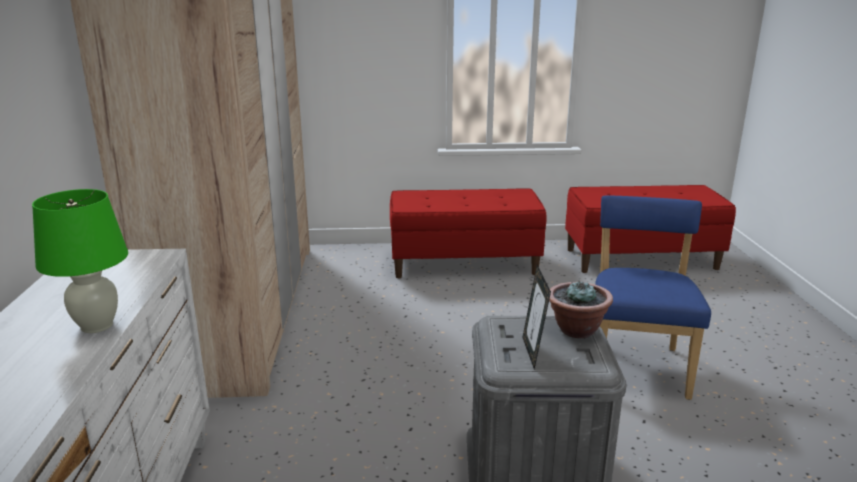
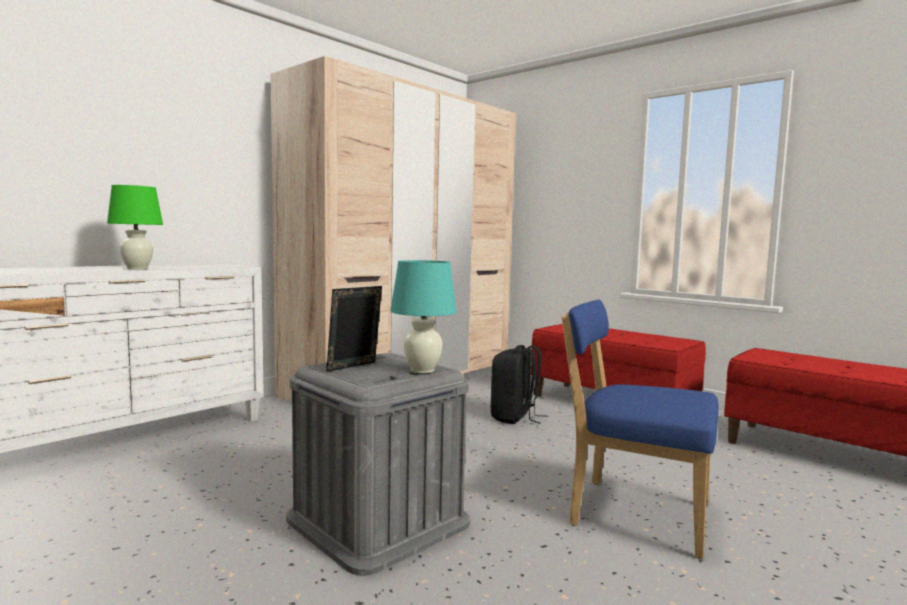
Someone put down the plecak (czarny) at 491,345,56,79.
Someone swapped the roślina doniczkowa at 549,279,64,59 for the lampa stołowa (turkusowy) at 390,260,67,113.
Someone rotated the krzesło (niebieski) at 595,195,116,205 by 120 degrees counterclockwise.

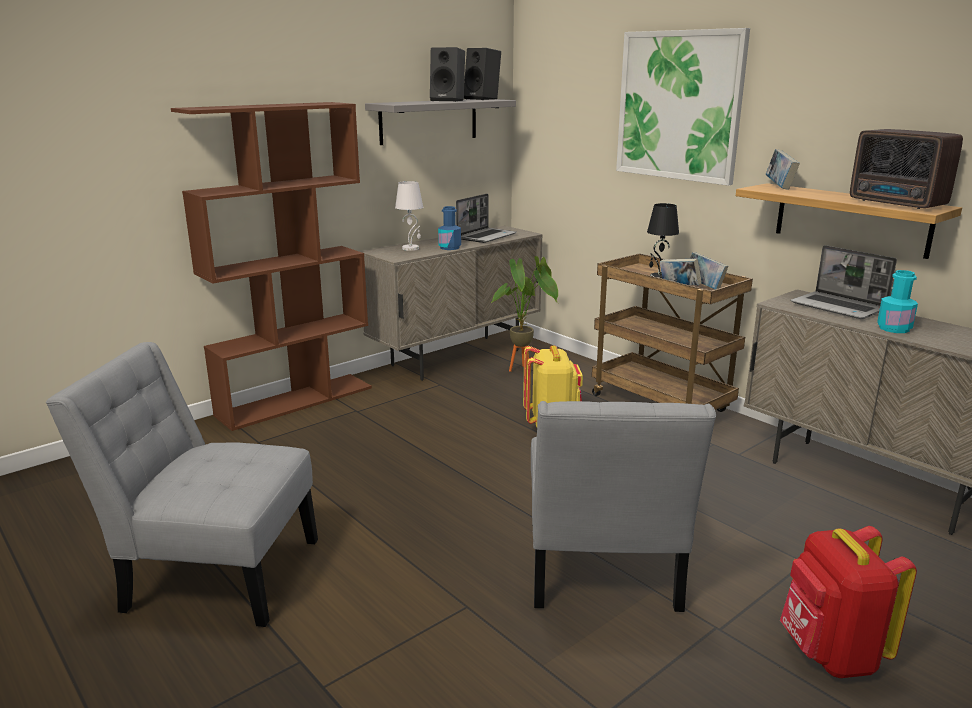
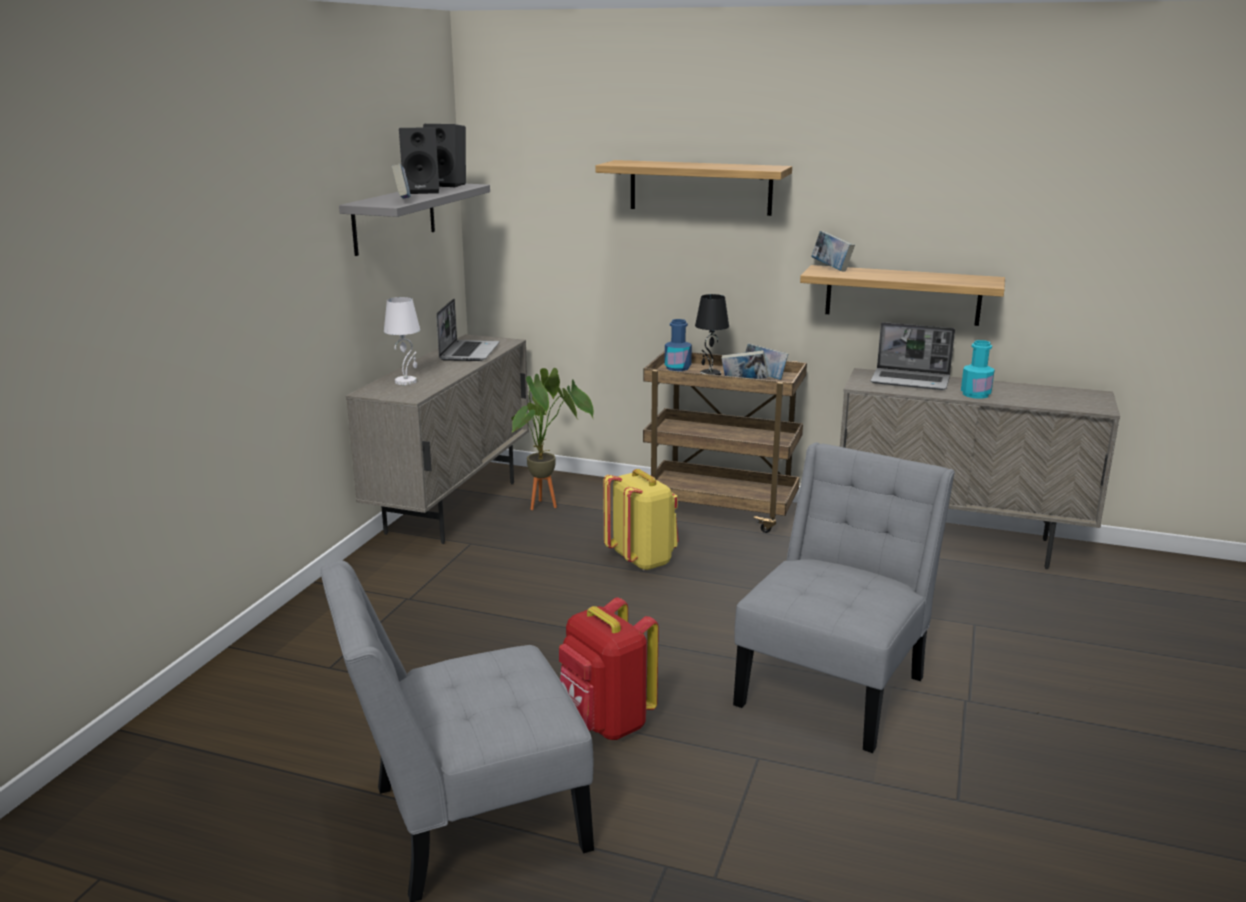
Someone took away the regał (brązowy) at 171,102,201,329.
Someone took away the radio at 850,129,113,80.
Someone put down the książka at 392,164,19,35.
Someone carried the butelka (niebieski) from 438,206,23,44 to 664,319,28,52.
Someone carried the plecak (czerwony) from 780,526,137,152 to 559,597,100,143.
Someone swapped the obraz at 616,28,134,158 for the półka at 595,160,197,56.
Someone rotated the krzesło (szary) at 531,401,185,211 by 120 degrees counterclockwise.

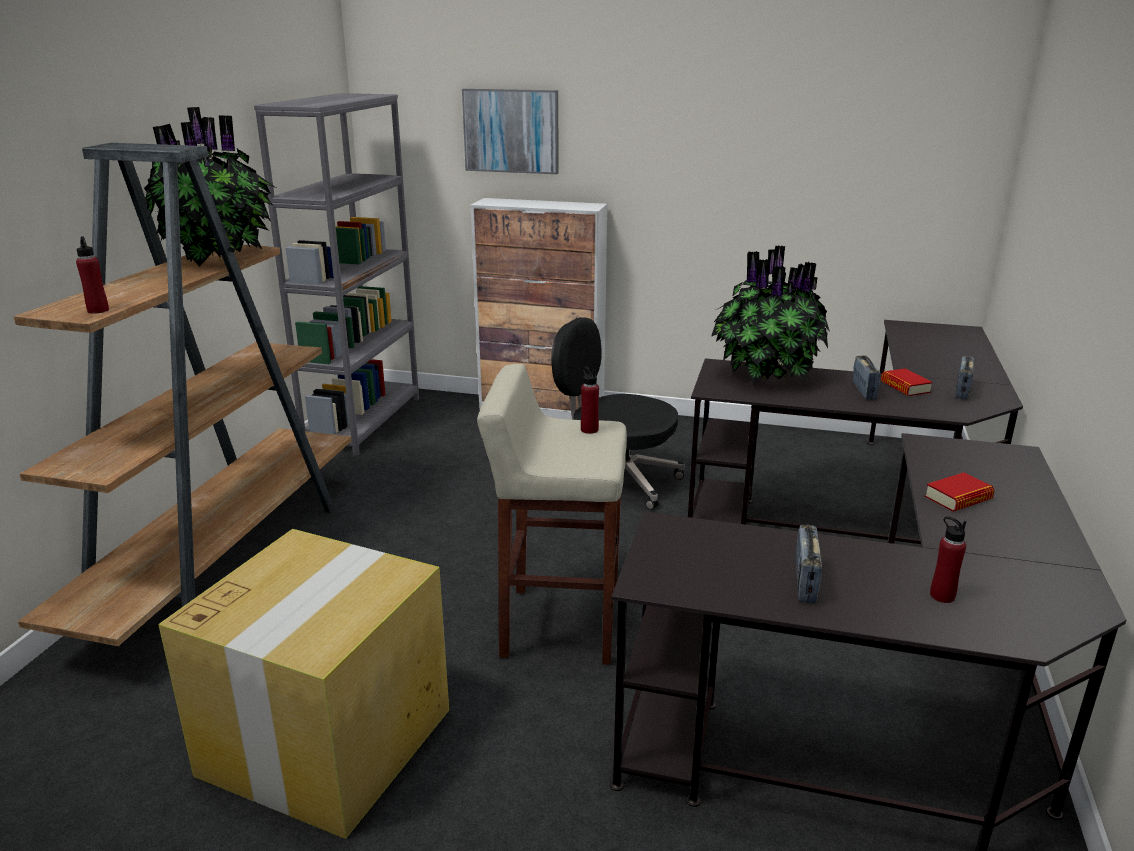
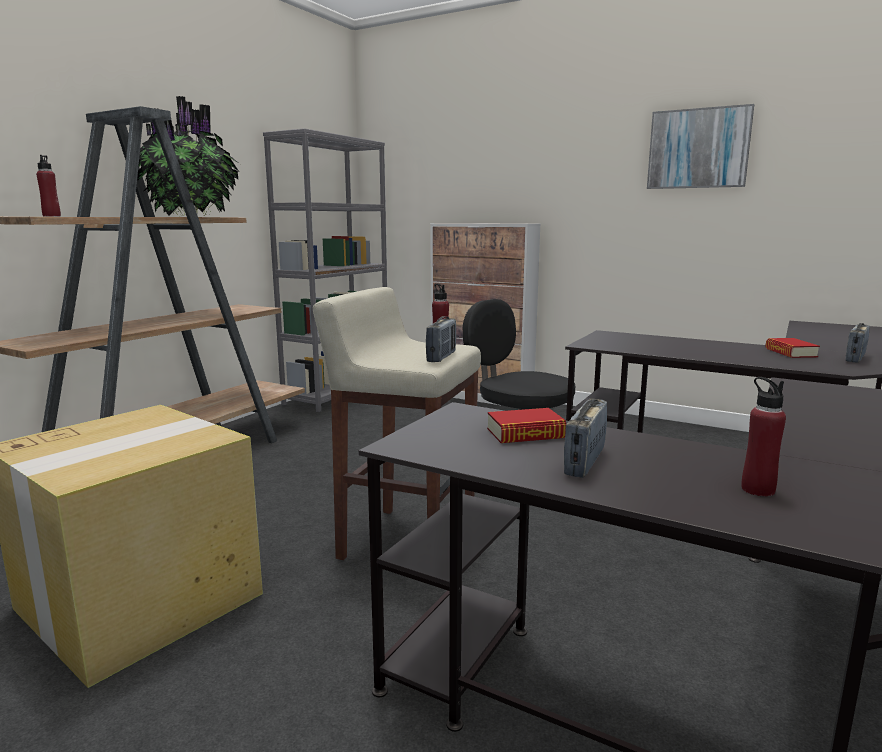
Someone took away the roślina doniczkowa at 711,245,119,138.
Someone carried the obraz from 462,89,97,85 to 647,104,107,85.
Someone carried the radio from 853,355,28,45 to 426,316,30,46.
Someone carried the książka from 925,472,70,40 to 487,408,79,35.

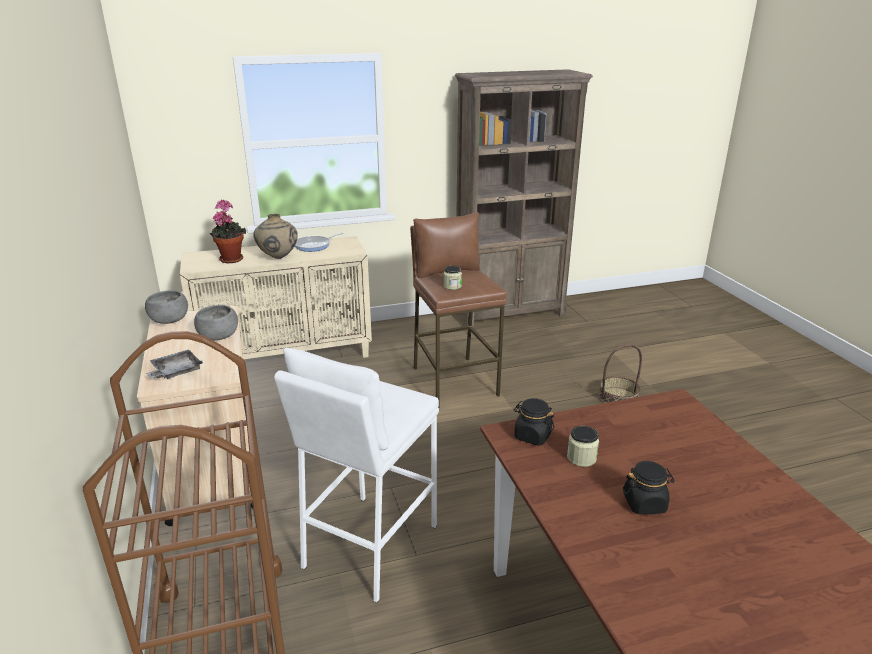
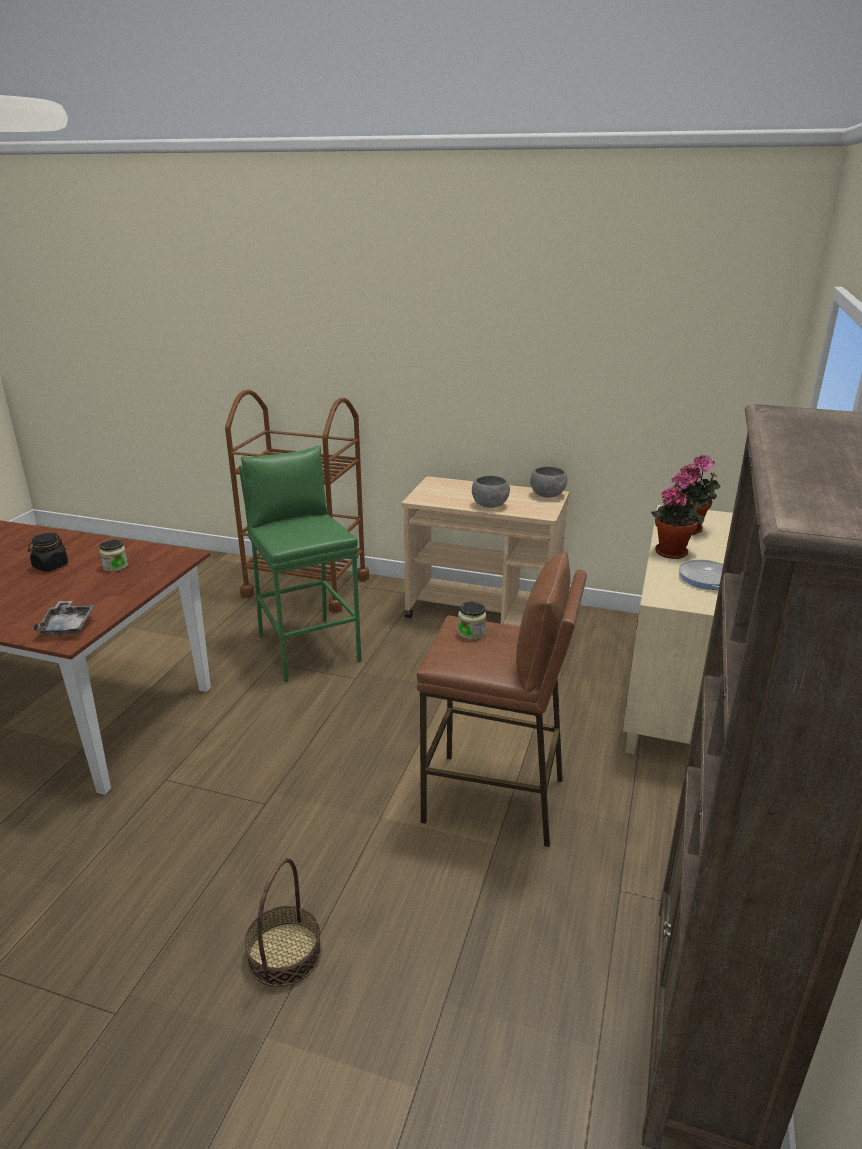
Someone took away the słoik (czarny) at 514,398,40,47.
Someone carried the taca (szary) from 146,350,57,29 to 33,601,61,36.
Someone swapped the wazon (beżowy) at 253,214,45,45 for the roślina doniczkowa at 651,471,53,88.
Someone repainted the stołek (biały) at 274,348,165,255, which became the stołek (zielony) at 239,445,123,237.

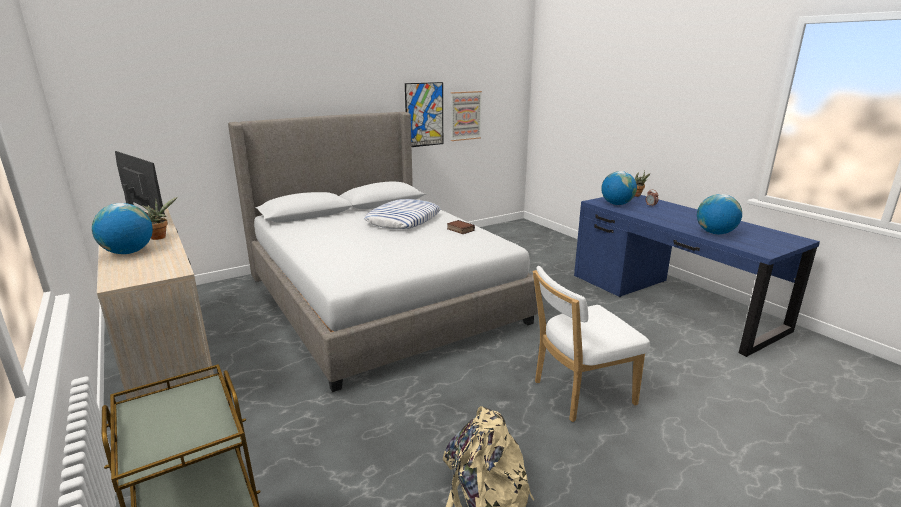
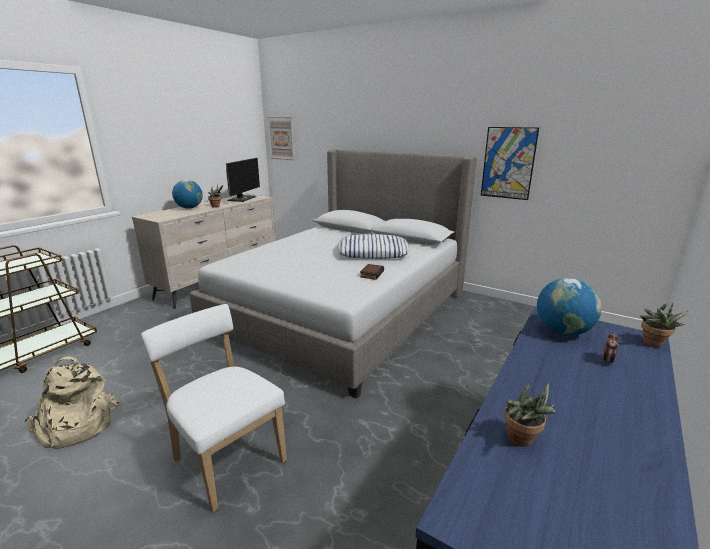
Someone carried the obraz from 451,91,31,50 to 268,117,27,43.
Someone swapped the globus at 697,194,45,41 for the roślina doniczkowa at 504,383,51,64.

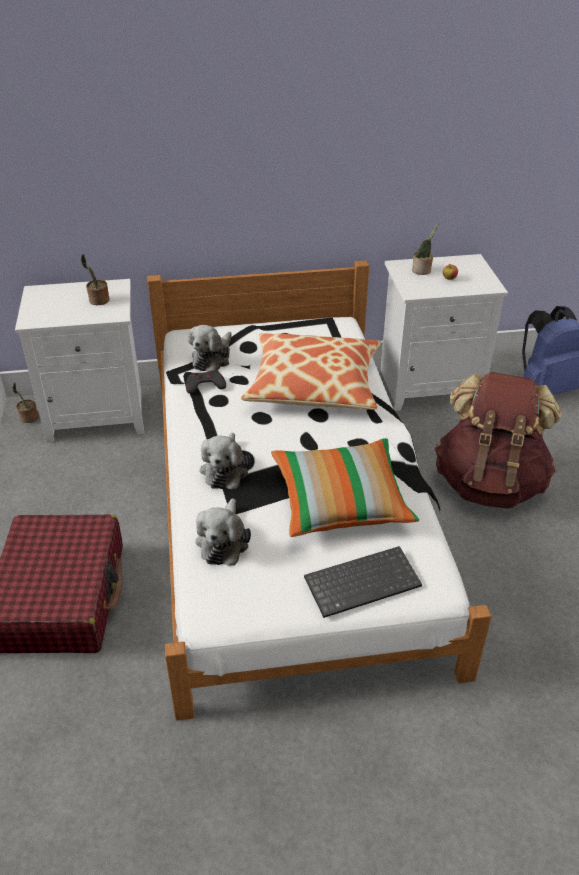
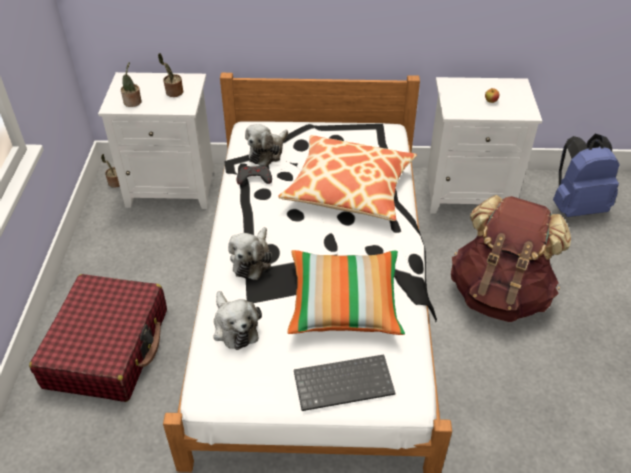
Someone carried the roślina doniczkowa from 412,224,26,51 to 121,62,21,45.
Someone rotated the pluszak at 195,498,56,68 by 45 degrees counterclockwise.

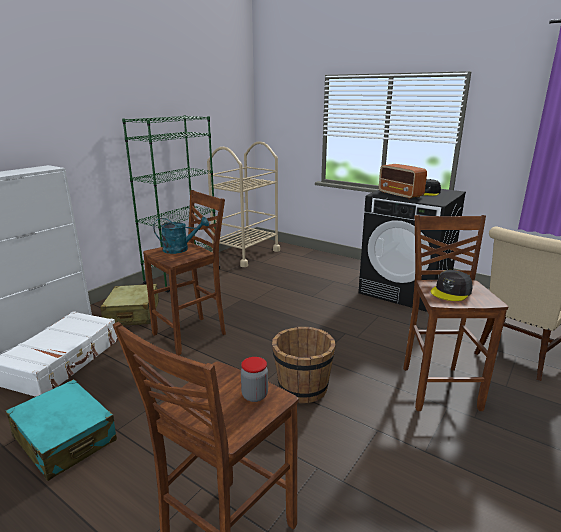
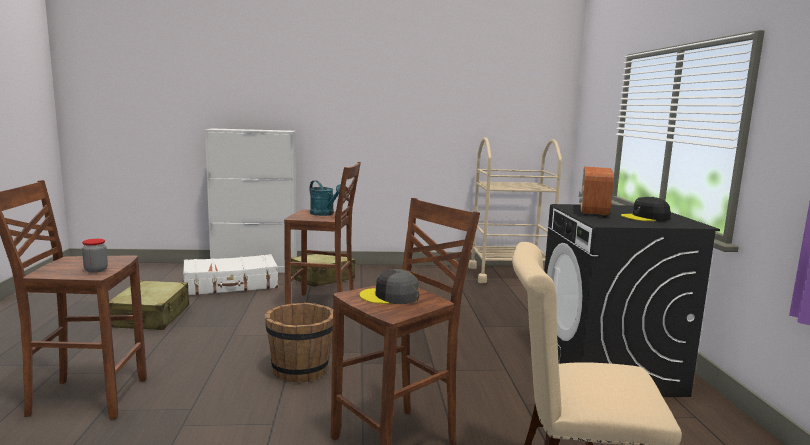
Someone took away the regał (zielony) at 122,115,98,177.
Someone repainted the walizka (turkusowy) at 6,379,111,102, which became the walizka (beżowy) at 109,280,80,50.

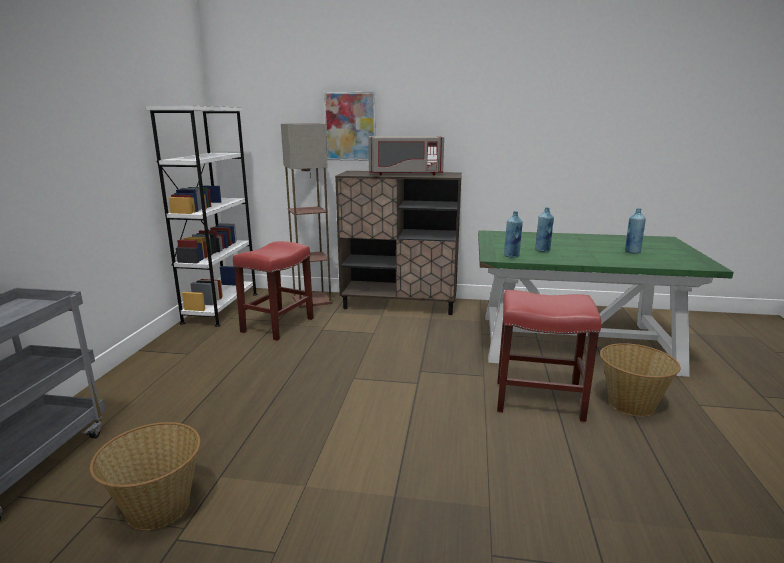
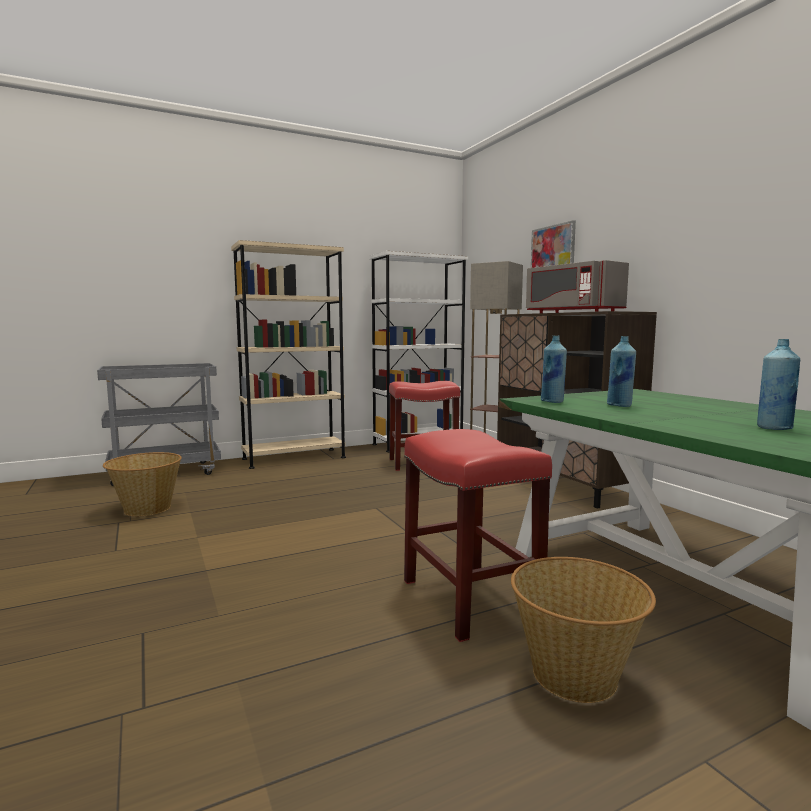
Someone put down the regał (beżowy) at 231,240,115,229.

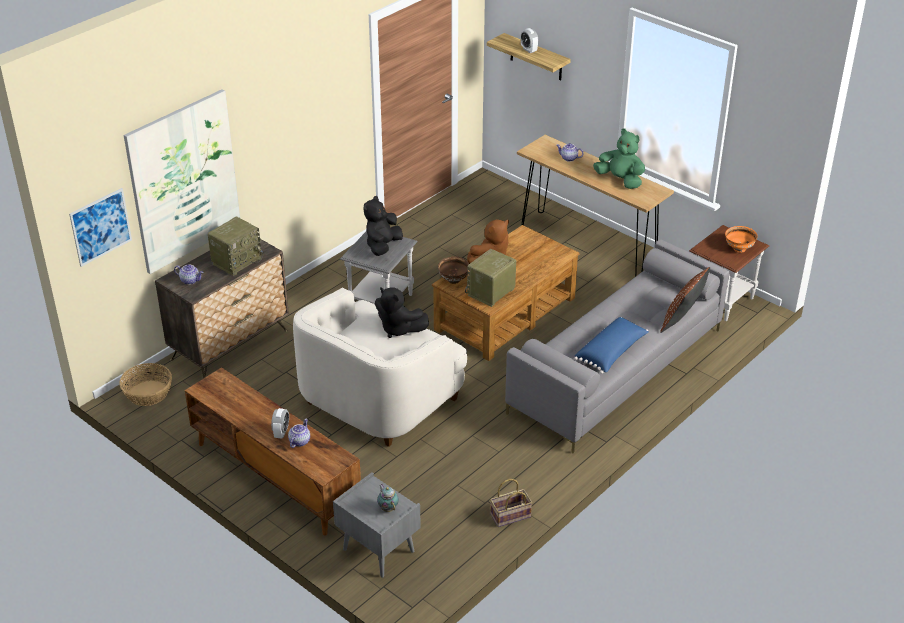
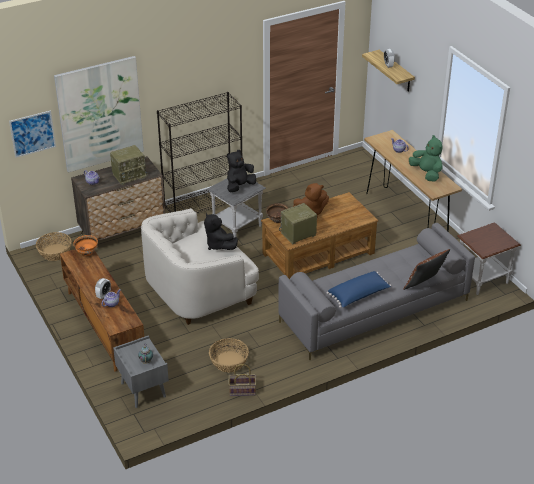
Someone put down the regał (czarny) at 157,92,85,121.
Someone put down the koszyk at 209,338,40,35.
Someone carried the miska (pomarańczowy) from 725,226,33,27 to 73,235,25,21.

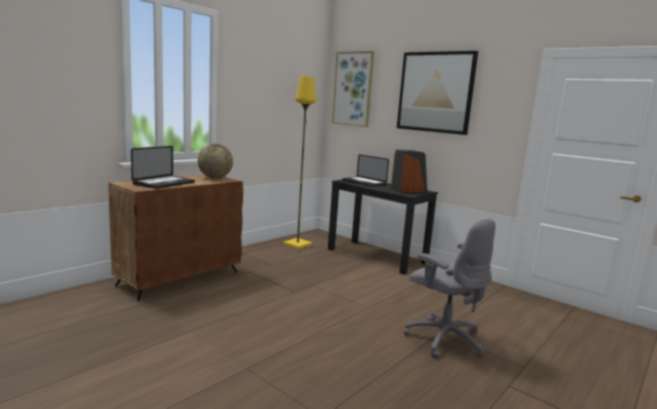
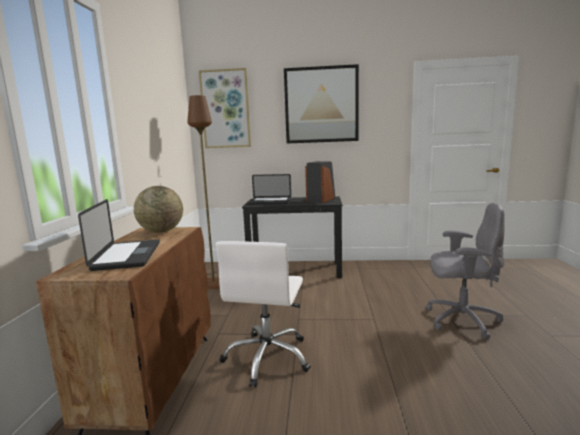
Someone put down the krzesło biurowe (biały) at 216,241,95,146.
Someone repainted the lampa stojąca (żółty) at 283,76,33,173, which became the lampa stojąca (brązowy) at 187,95,33,194.

